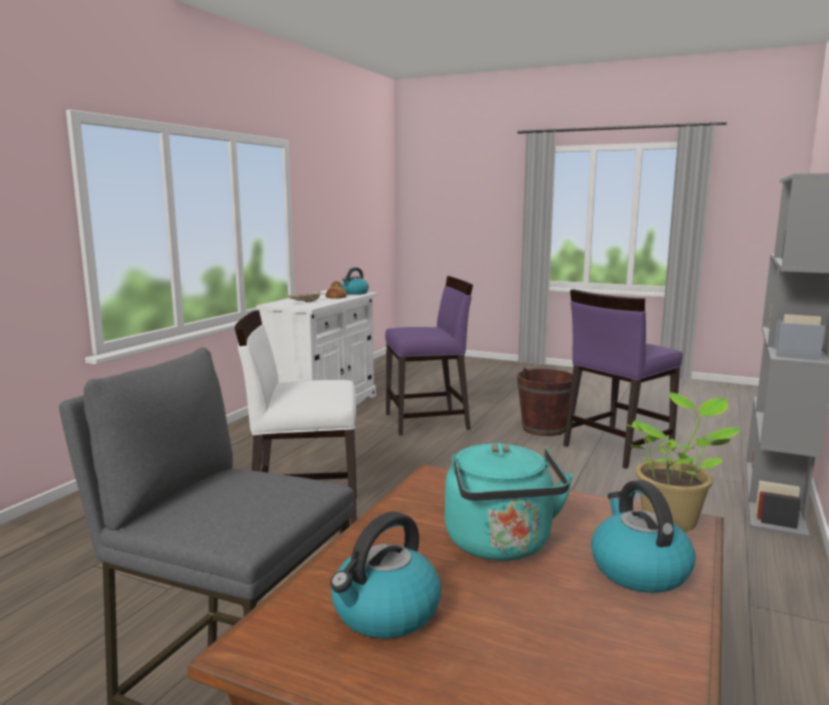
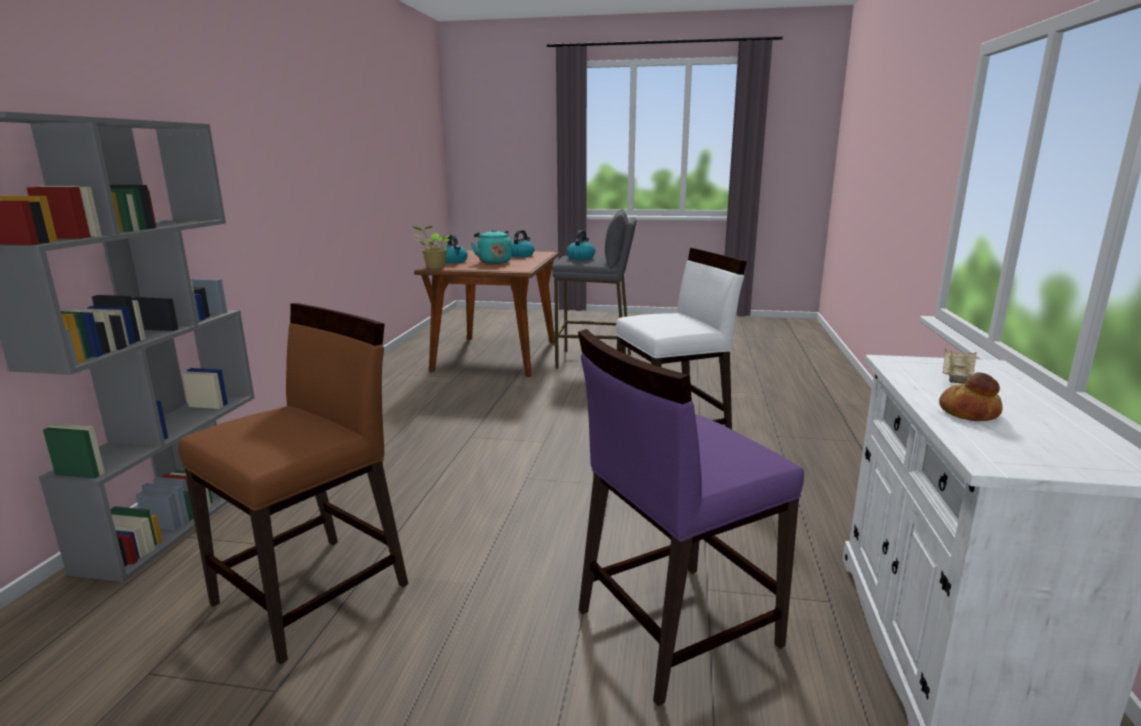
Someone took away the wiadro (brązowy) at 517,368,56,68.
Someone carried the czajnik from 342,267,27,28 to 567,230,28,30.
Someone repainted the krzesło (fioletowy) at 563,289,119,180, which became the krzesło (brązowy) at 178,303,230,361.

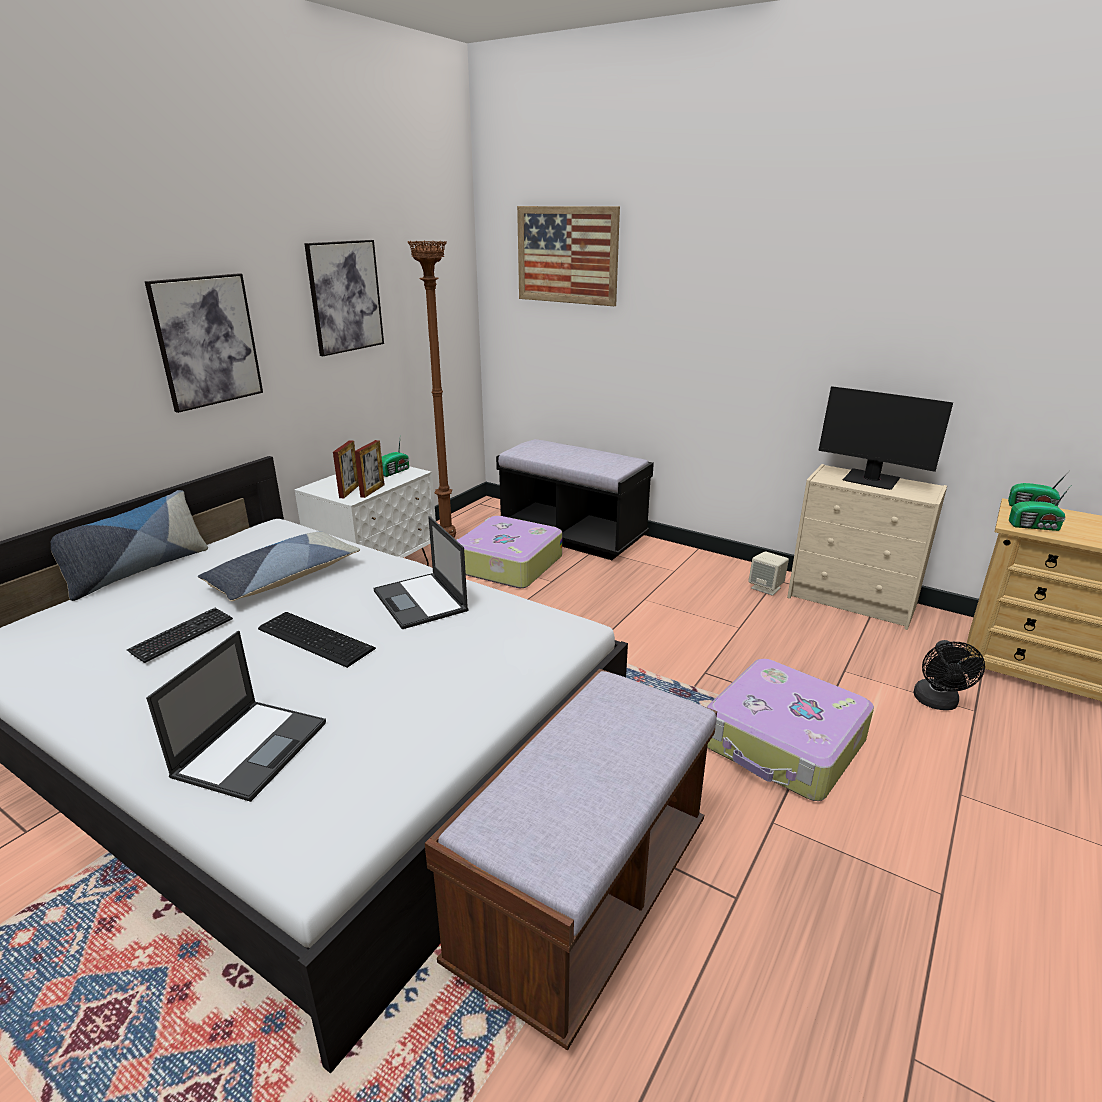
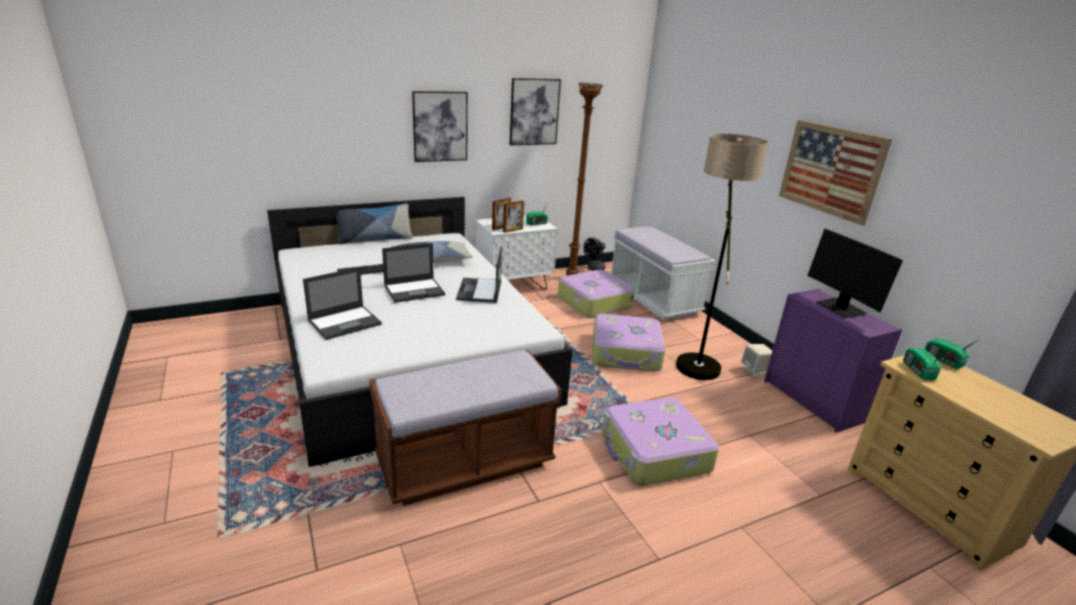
Someone put down the walizka at 593,314,72,57.
Someone put down the lampa stojąca at 676,133,93,247.
Someone carried the obraz from 517,206,103,100 to 779,120,113,106.
Someone carried the wentylator (czarny) from 914,640,71,70 to 583,237,23,34.
Someone swapped the klawiatura at 258,612,118,56 for the laptop at 382,243,63,60.
Someone repainted the ławka (czarny) at 496,439,158,121, which became the ławka (biały) at 611,227,104,93.
Someone repainted the komoda (beżowy) at 787,464,160,166, which became the komoda (fioletowy) at 764,289,138,144.
Someone rotated the radio at 1009,486,62,45 by 45 degrees clockwise.

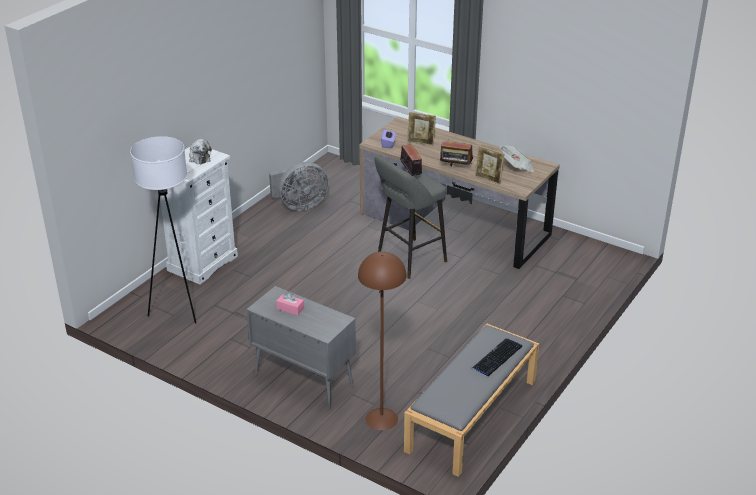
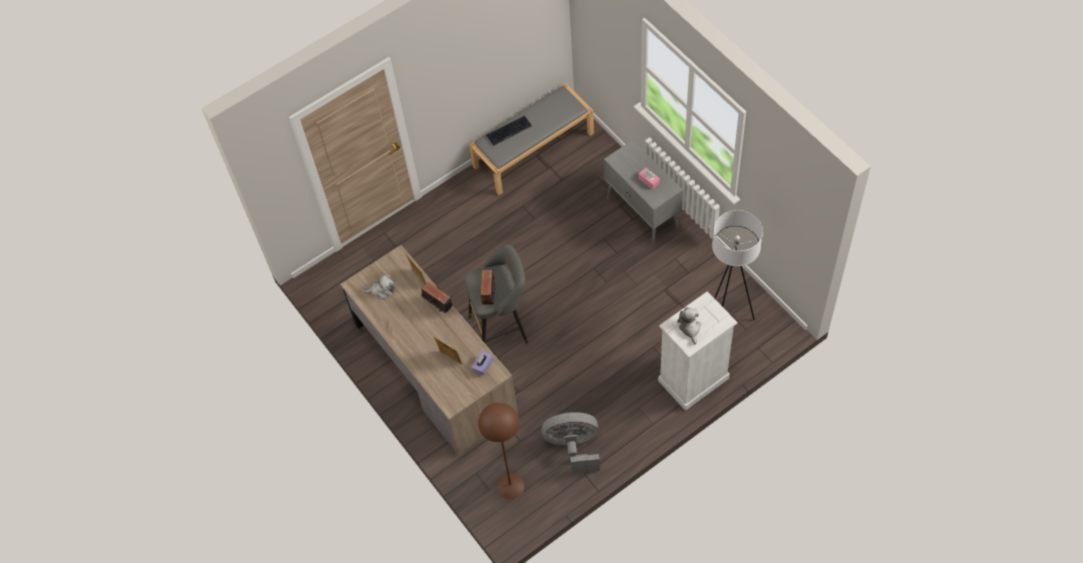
Someone carried the lampa stojąca (brązowy) from 358,251,48,179 to 478,403,46,96.
Someone swapped the gazeta at 500,145,34,27 for the pluszak at 362,274,32,26.

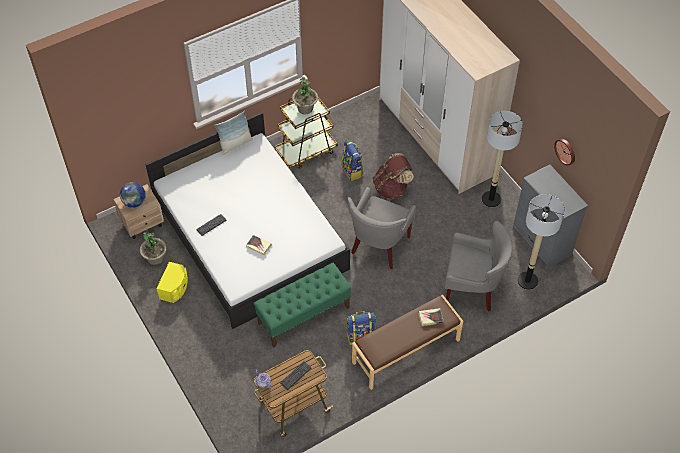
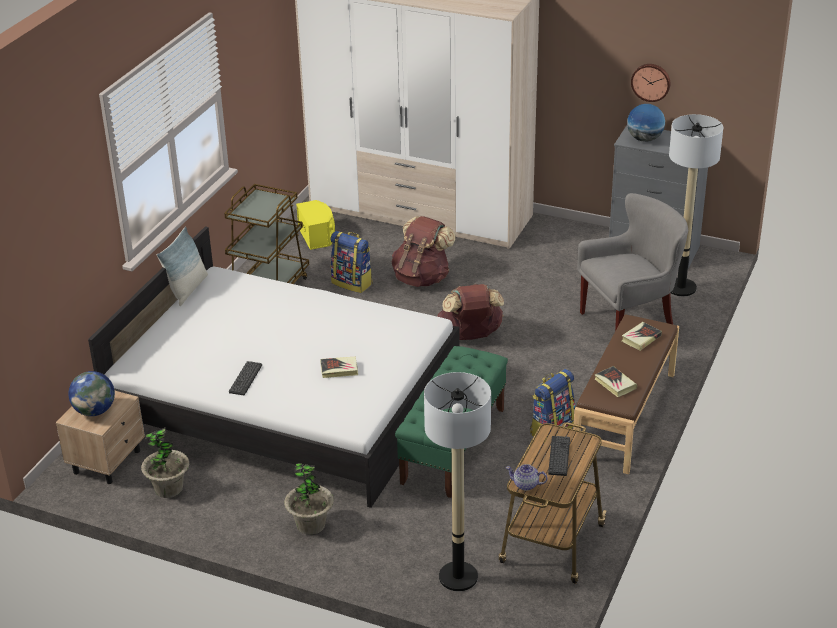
Someone put down the książka at 595,366,42,31.
Someone put down the globus at 627,104,38,38.
Someone carried the głośnik (żółty) from 156,262,32,41 to 296,200,39,50.
Someone carried the roślina doniczkowa from 292,77,26,37 to 284,463,50,72.
Someone carried the lampa stojąca from 482,111,41,96 to 424,372,67,219.
Someone swapped the fotel (szary) at 348,187,68,82 for the plecak (brązowy) at 437,284,67,56.

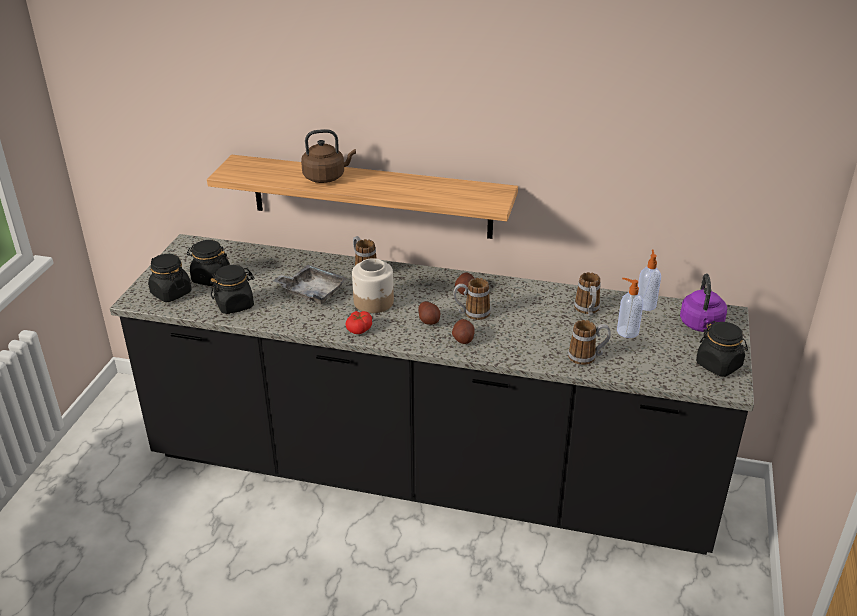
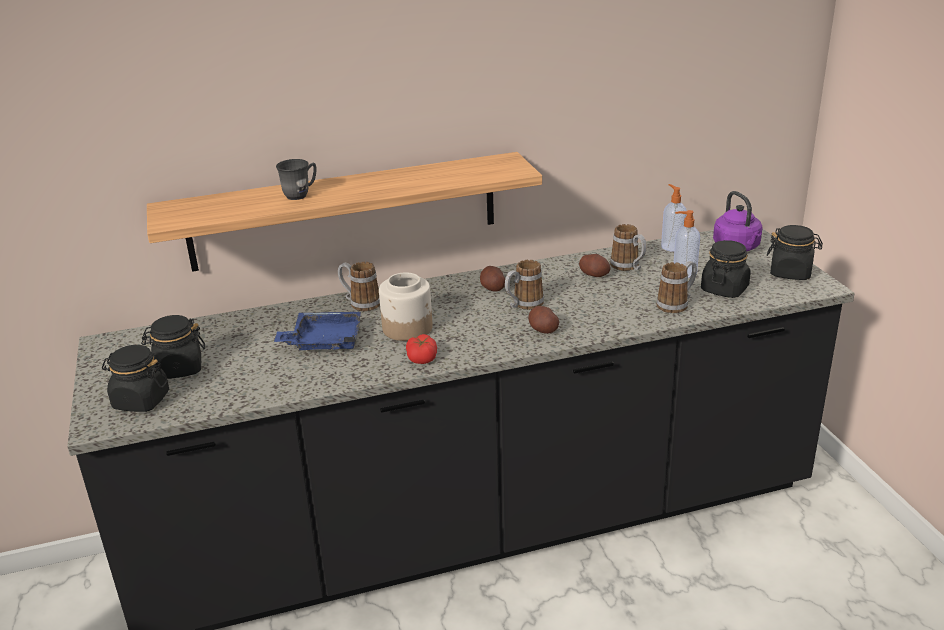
Someone carried the słoik (czarny) from 210,265,44,49 to 701,240,50,58.
Someone carried the ziemniak from 418,301,22,24 to 579,254,32,23.
Someone swapped the czajnik (brązowy) at 301,129,55,54 for the kubek (szary) at 276,159,40,41.
Someone repainted the taca (szary) at 273,265,74,39, which became the taca (niebieski) at 274,312,87,38.

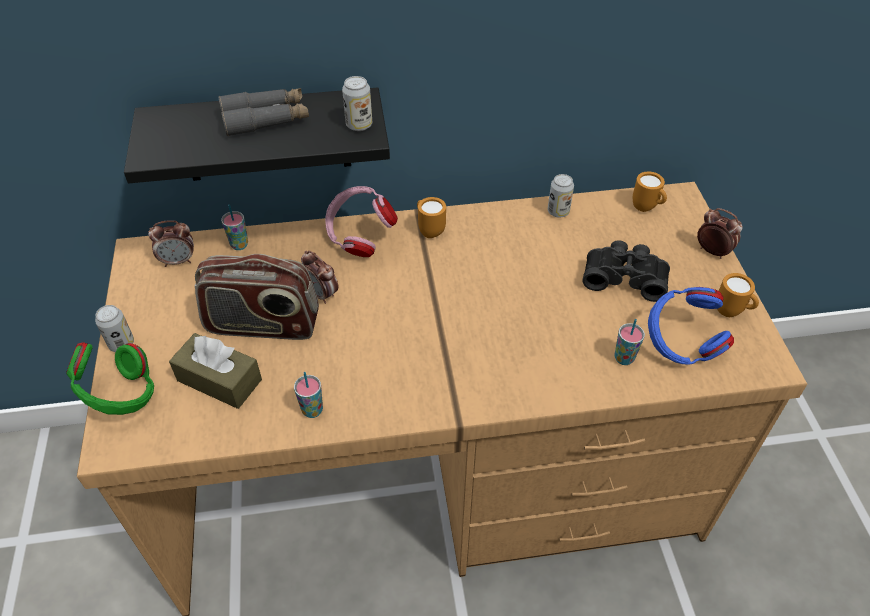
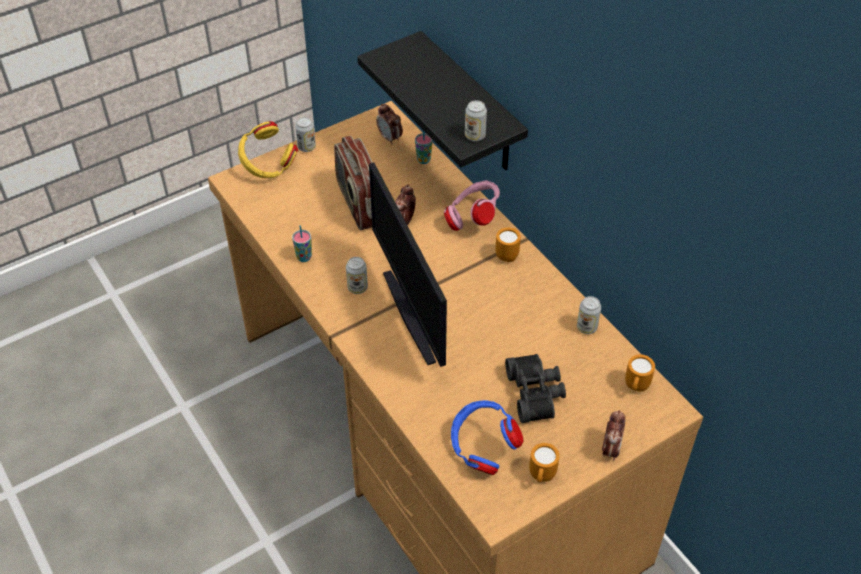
Someone took away the pudełko chusteczek (brązowy) at 169,333,93,76.
Someone took away the lornetka (szary) at 218,88,91,48.
Someone took away the filiżanka at 614,319,31,46.
Someone put down the puszka at 346,257,22,37.
Someone put down the monitor at 369,163,78,204.
Someone repainted the słuchawki (zielony) at 66,342,88,73, which became the słuchawki (żółty) at 238,121,60,57.

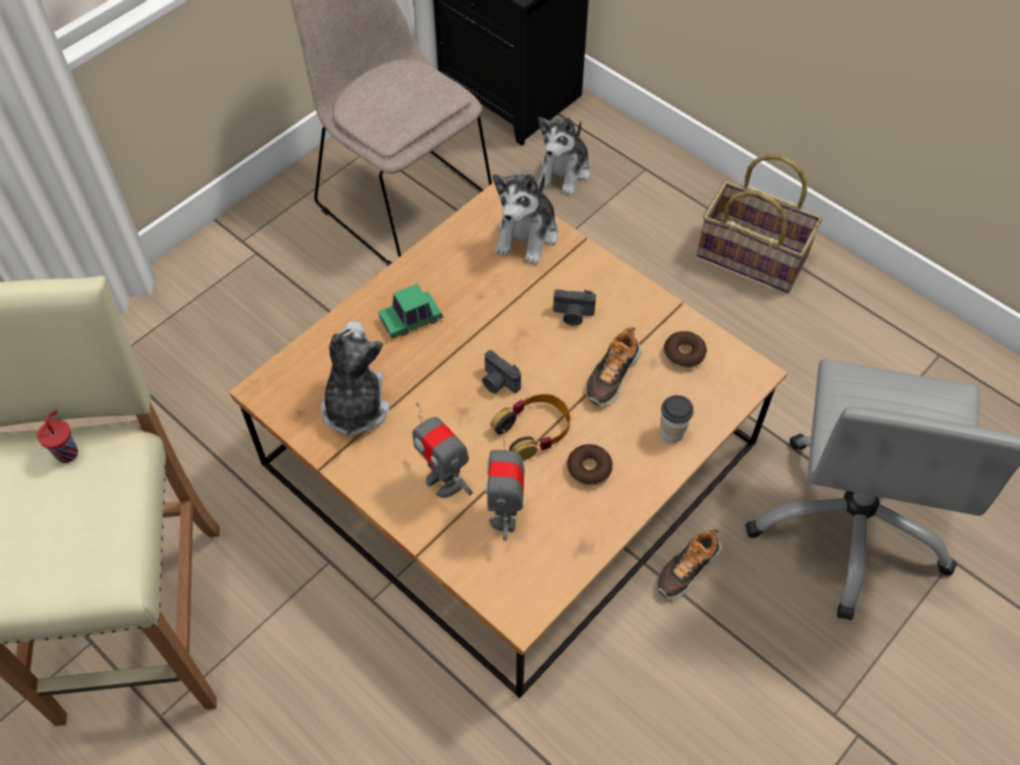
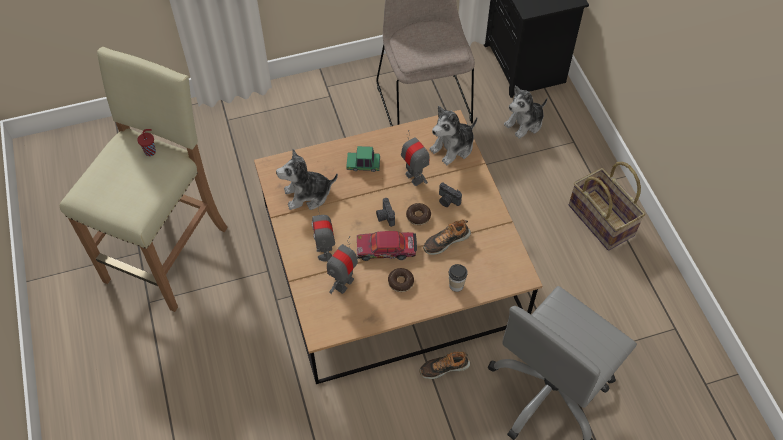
Someone put down the robot zabawkowy at 401,130,29,56.
Someone carried the donut from 664,331,43,38 to 406,203,25,22.
Someone swapped the słuchawki at 490,394,80,67 for the samochodzik at 357,231,60,30.
Someone rotated the pluszak at 321,320,69,119 by 135 degrees counterclockwise.

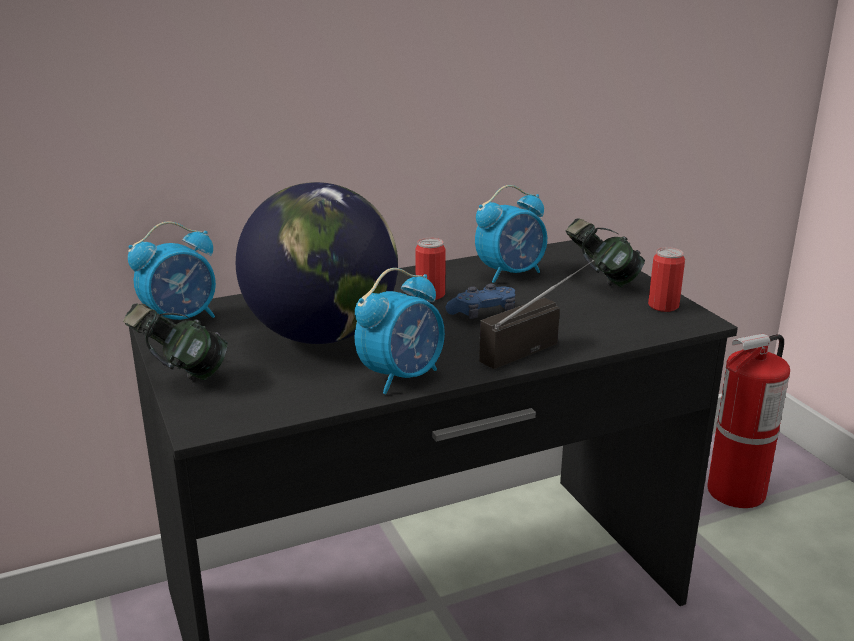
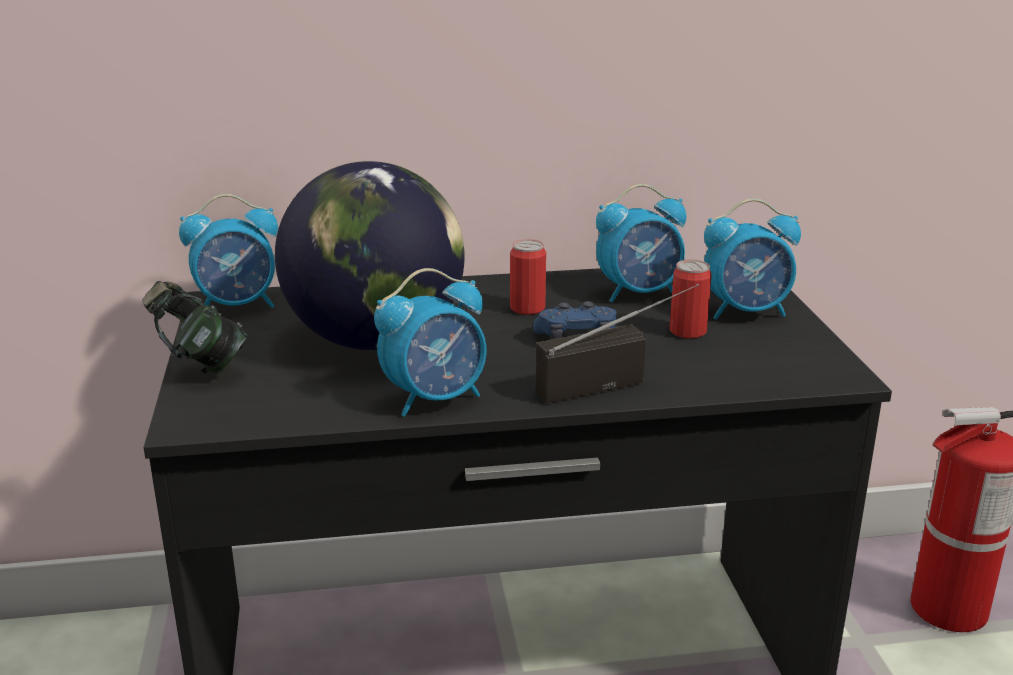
Someone carried the puszka from 648,247,37,65 to 669,259,43,80.
Someone swapped the słuchawki at 566,218,79,69 for the budzik at 704,199,97,121.

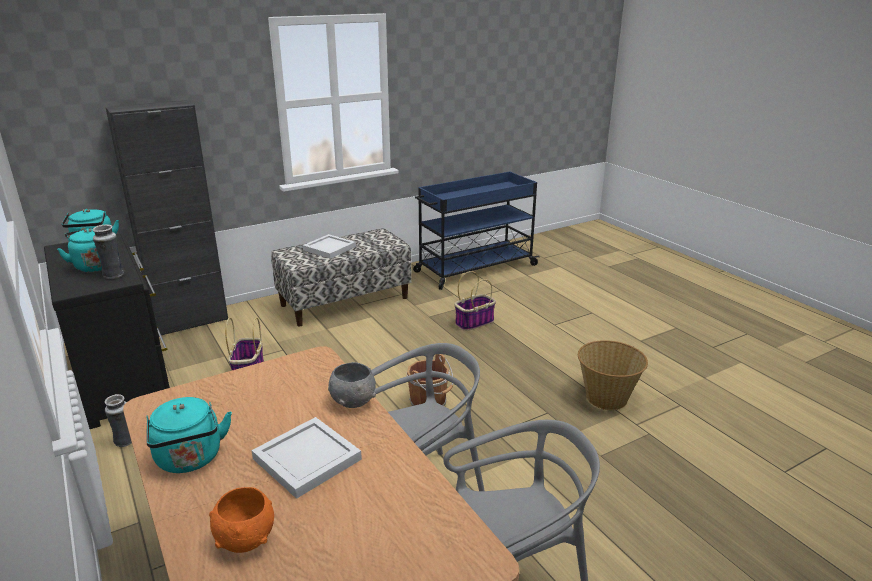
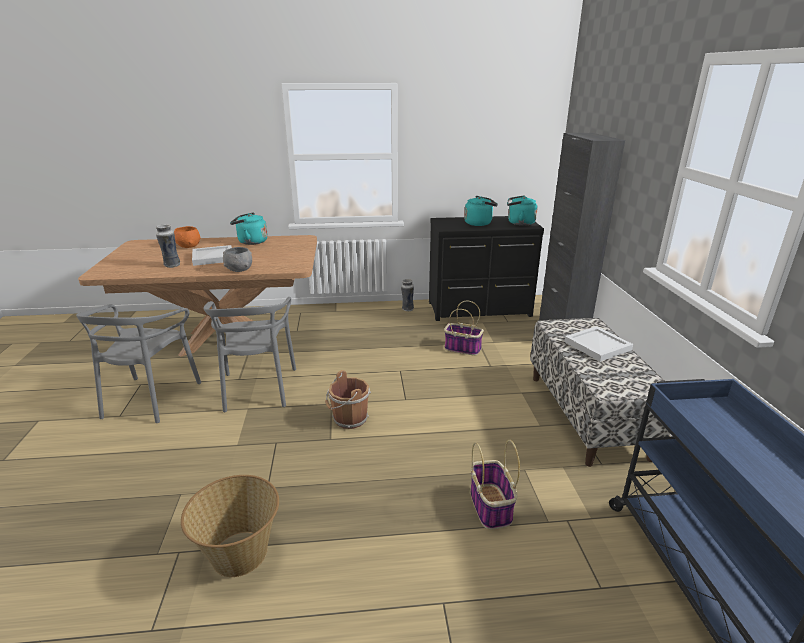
Someone carried the wazon from 93,224,31,55 to 156,224,24,44.

